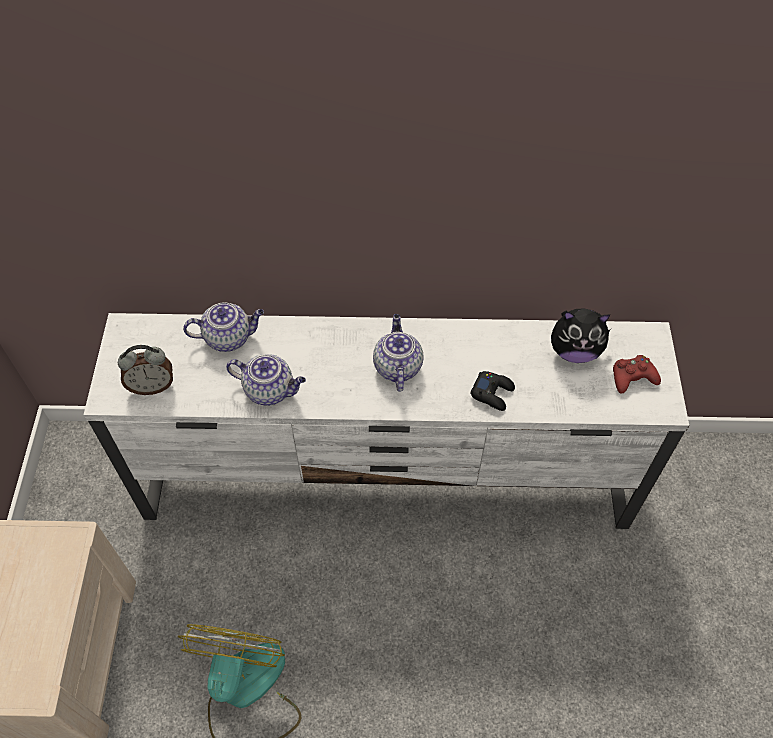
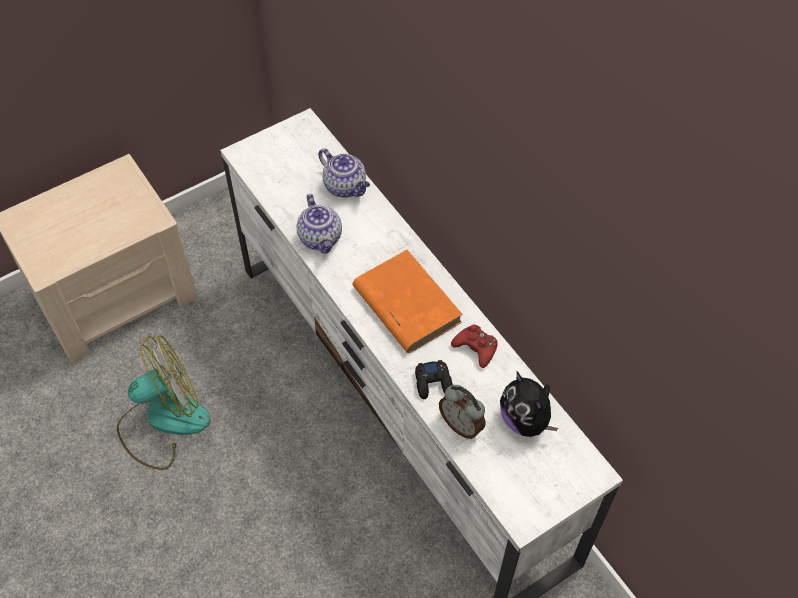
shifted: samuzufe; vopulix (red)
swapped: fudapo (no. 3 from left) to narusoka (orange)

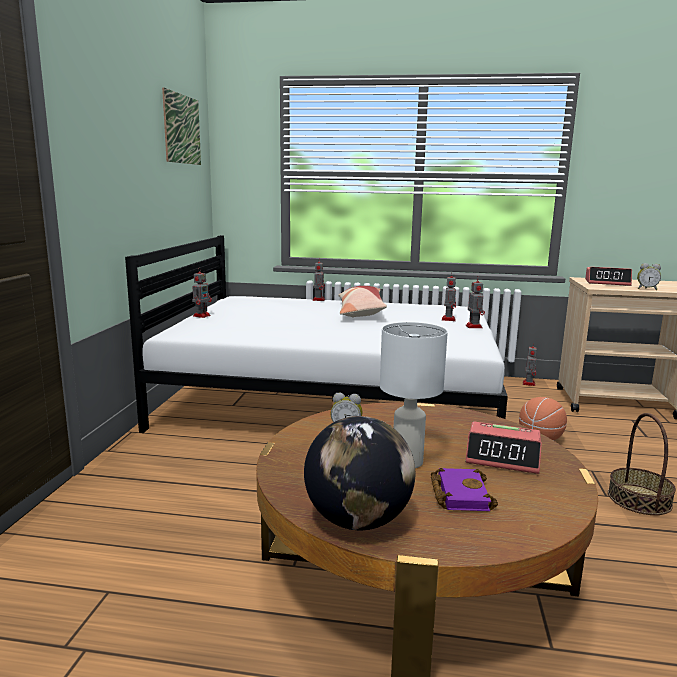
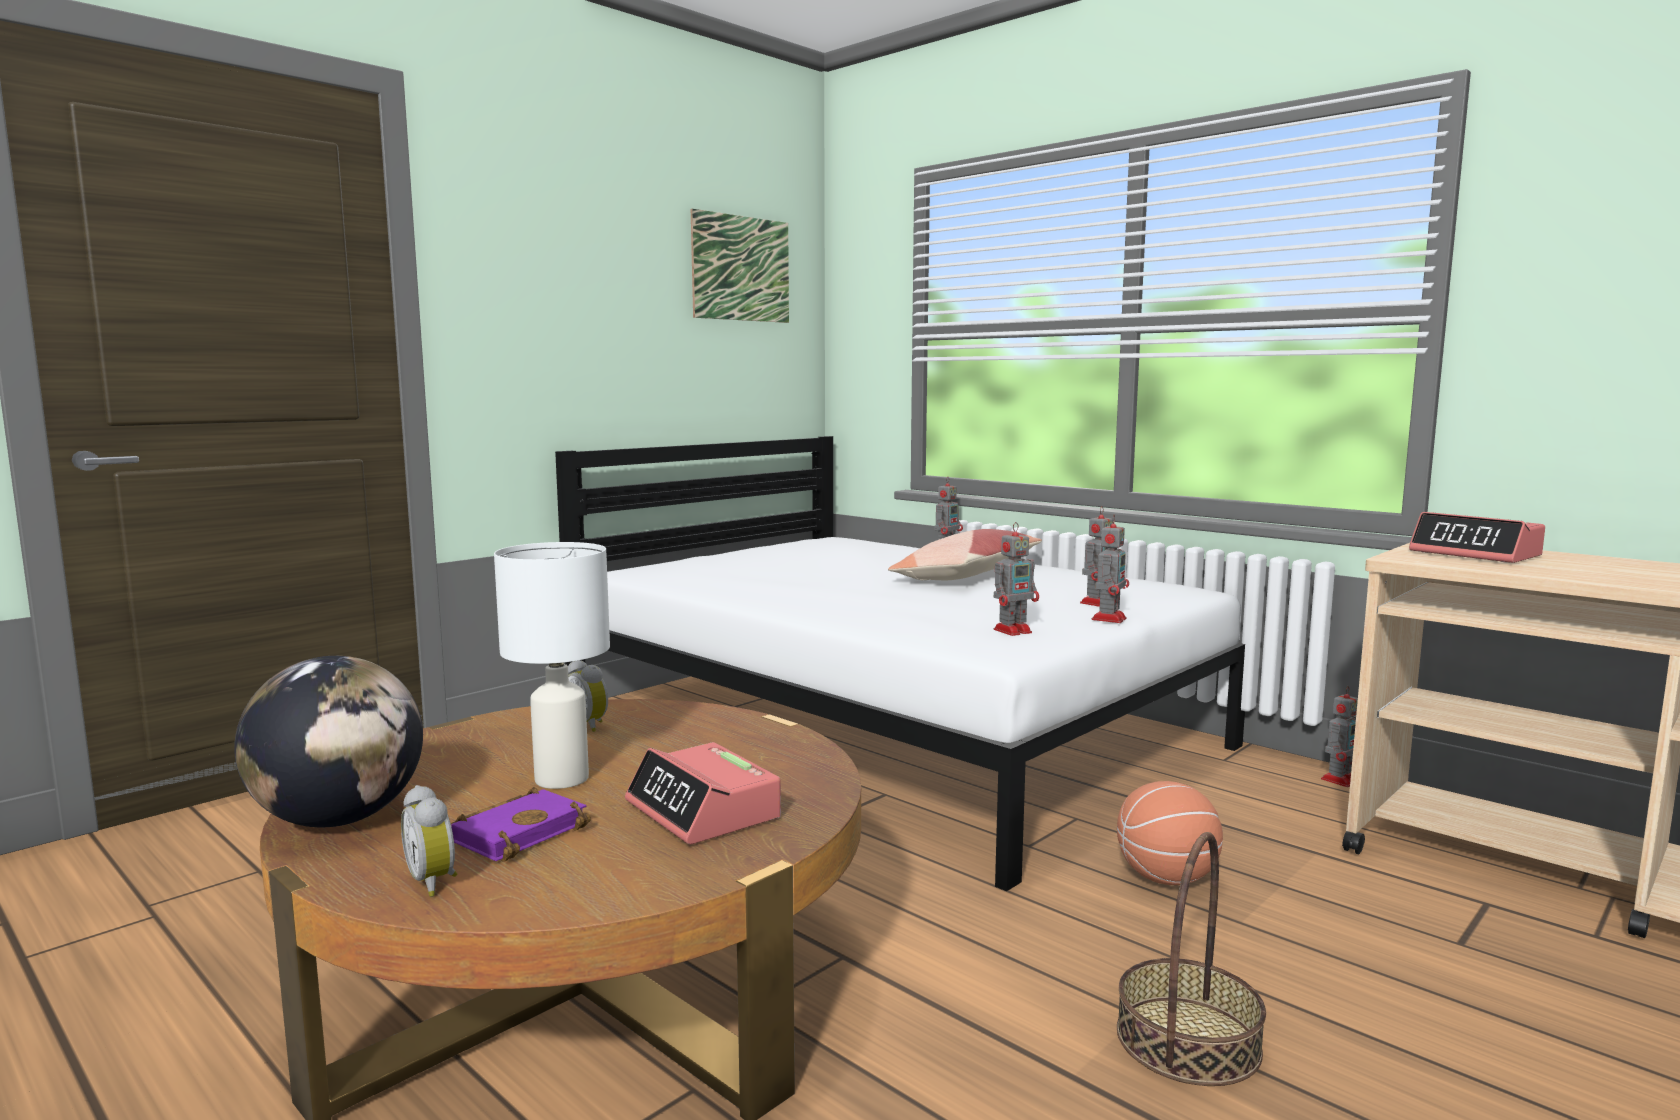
shifted: samuzufe (no. 4 from left in the first image) to samuzufe (no. 1 from left); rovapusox (no. 1 from left in the first image) to rovapusox (no. 2 from left)

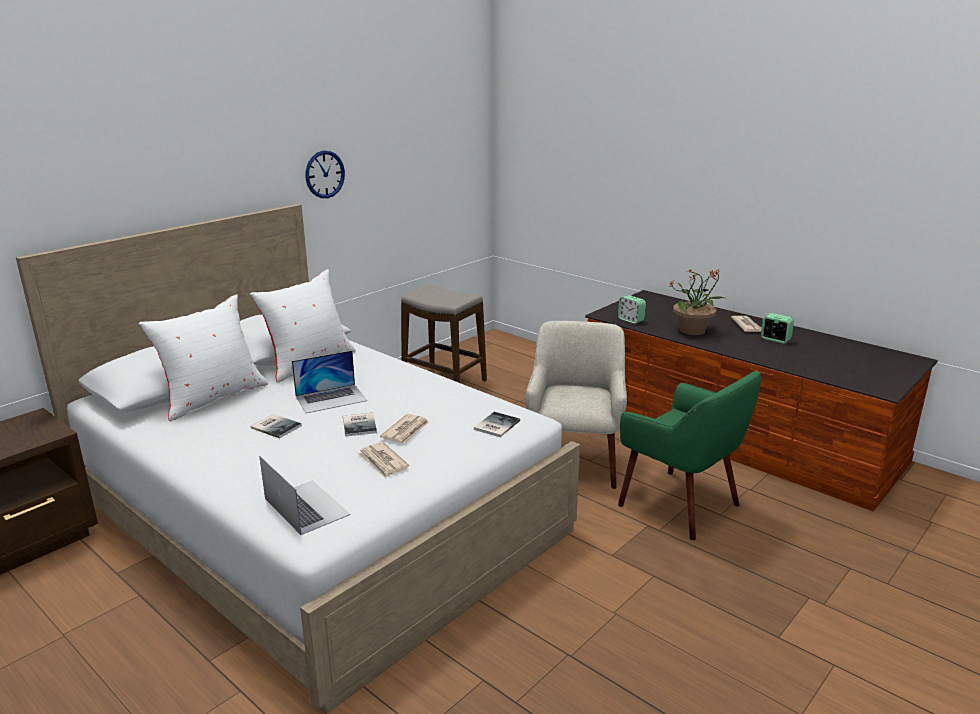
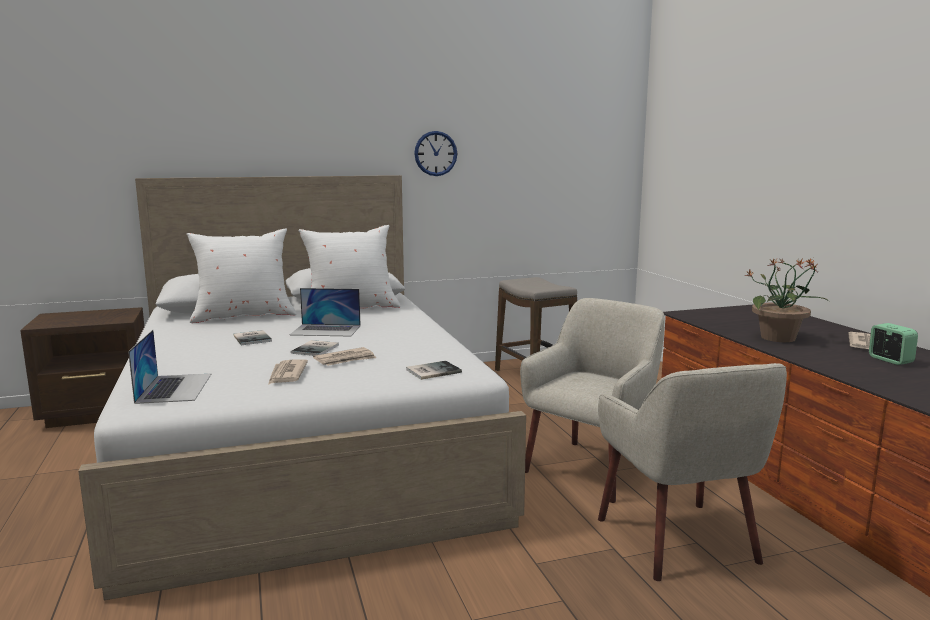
gone: samuzufe (no. 1 from left)
repainted: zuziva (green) to zuziva (beige) (no. 2 from left)

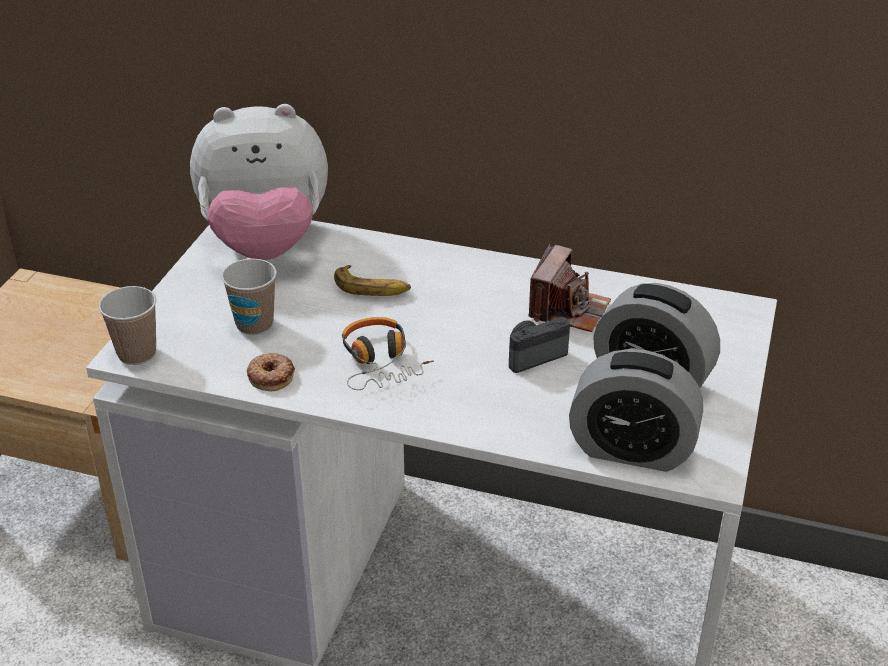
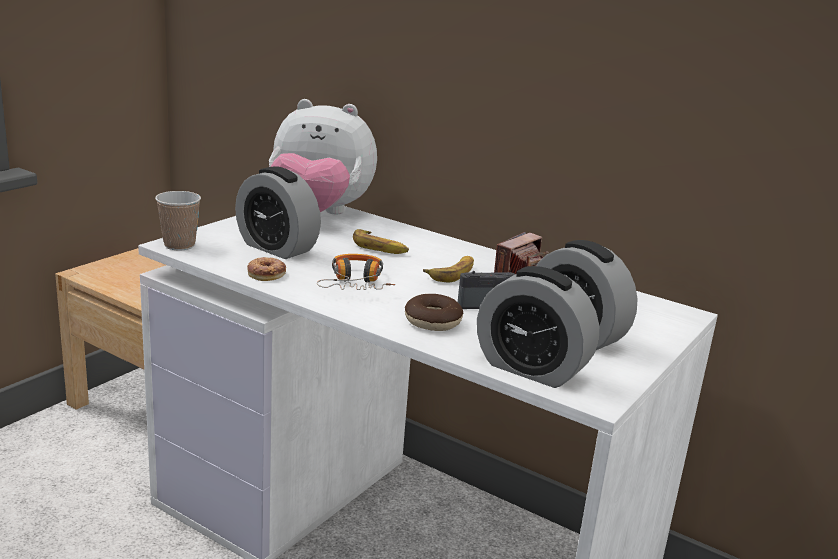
new: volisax (no. 2 from left); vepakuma (no. 2 from left)
swapped: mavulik (no. 2 from left) to samuzufe (no. 1 from left)

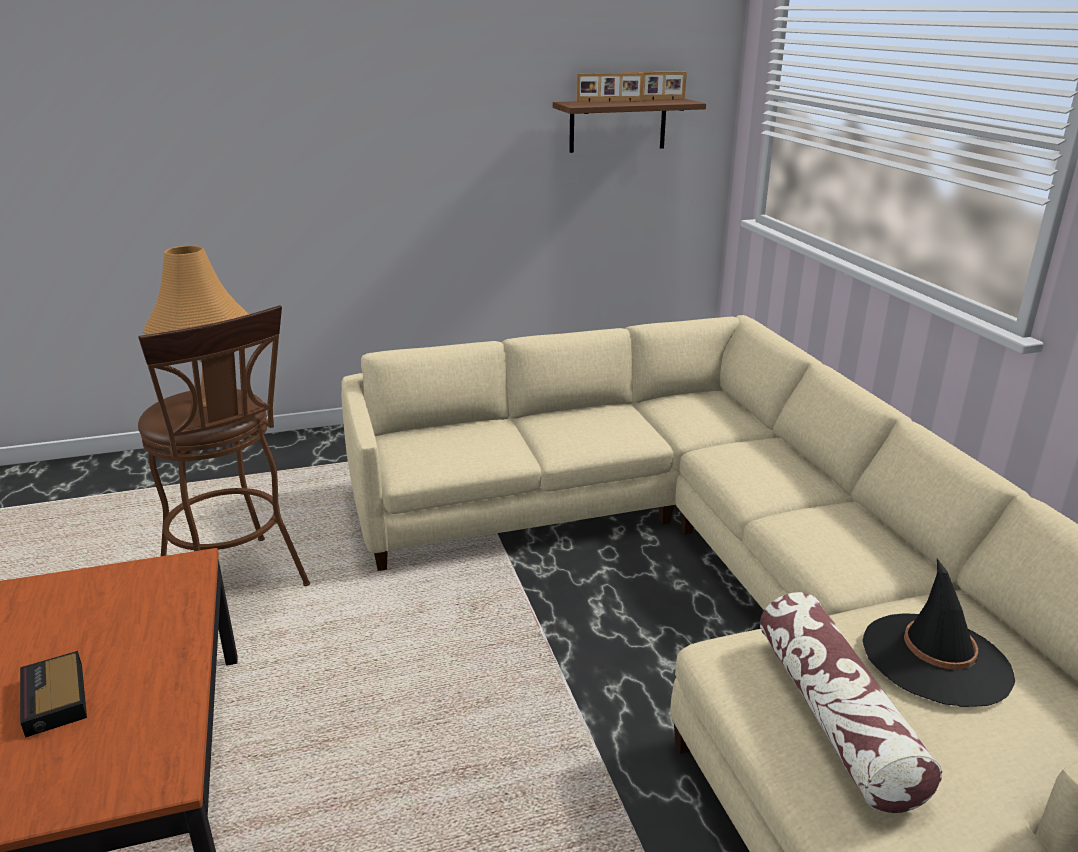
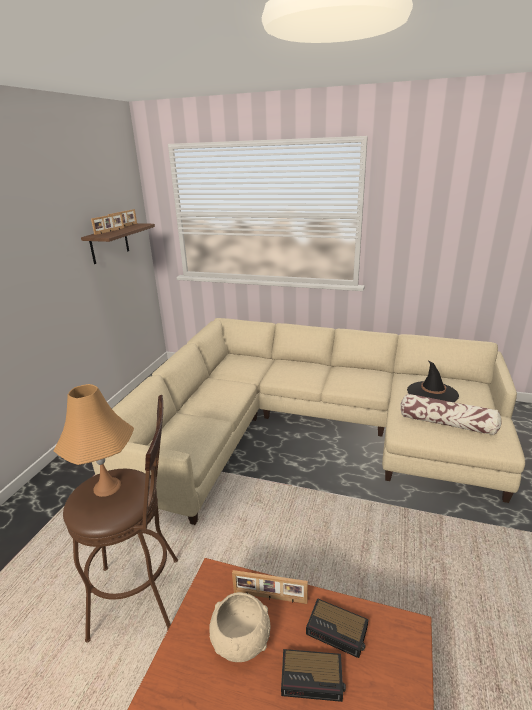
new: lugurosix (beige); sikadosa (no. 3 from left); samuzufe (no. 2 from left)

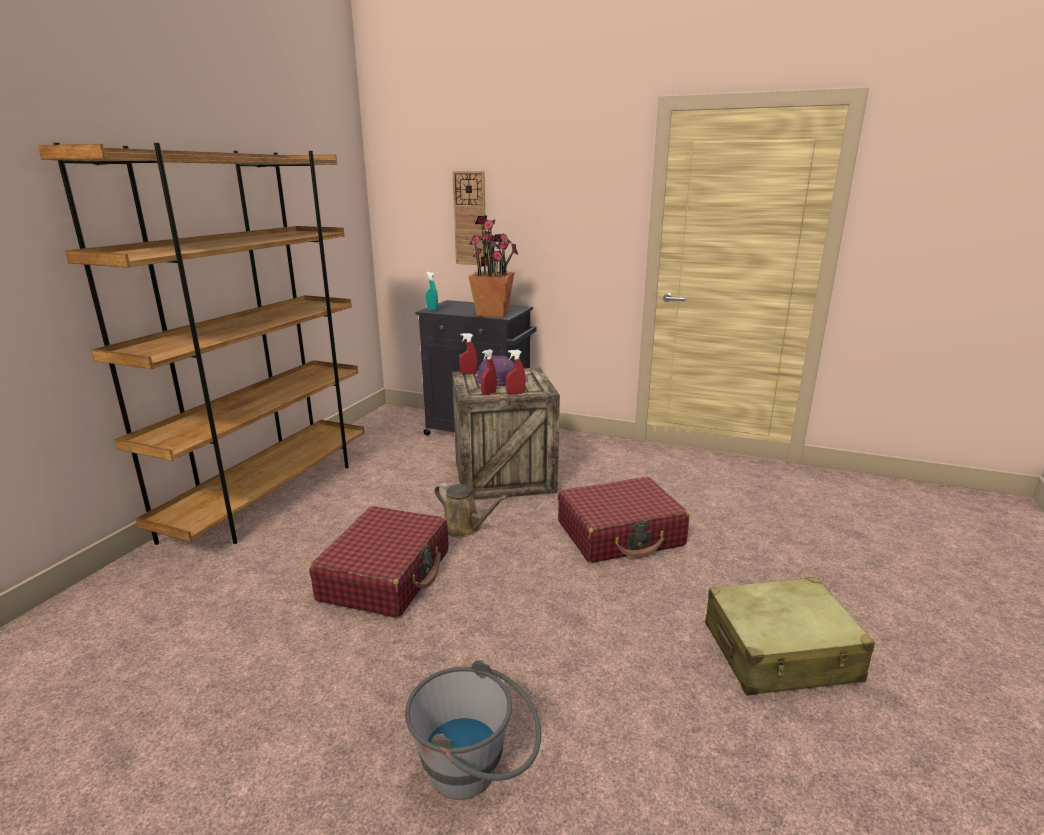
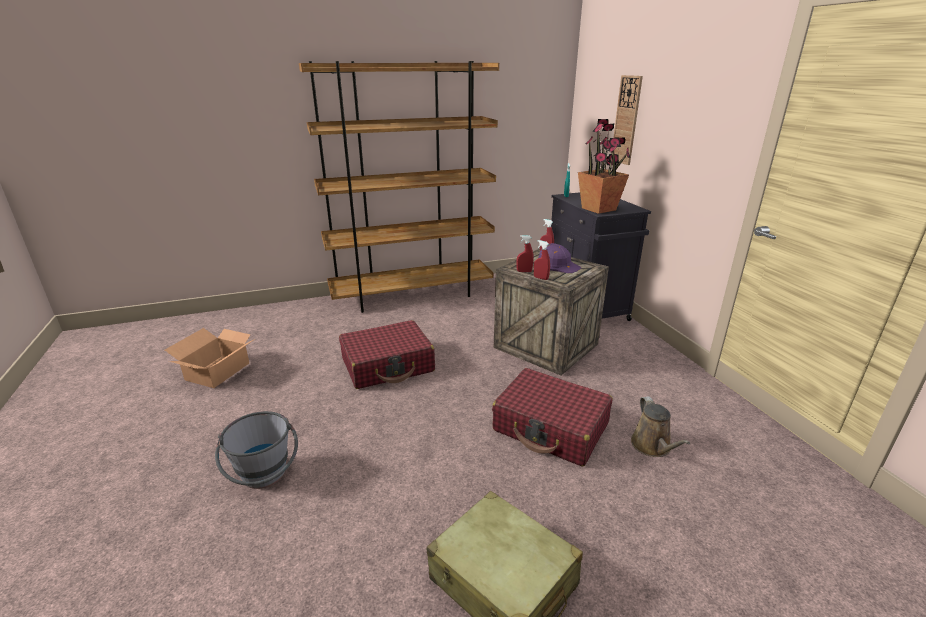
new: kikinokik
shifted: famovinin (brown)

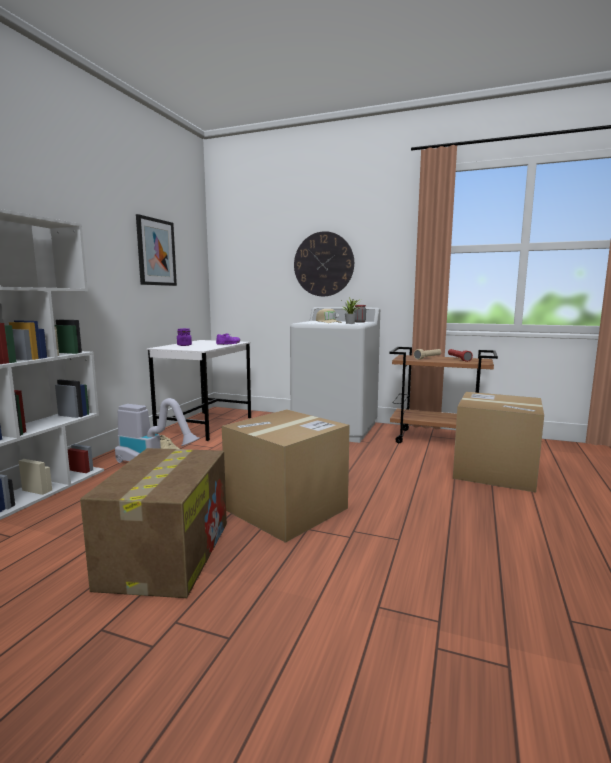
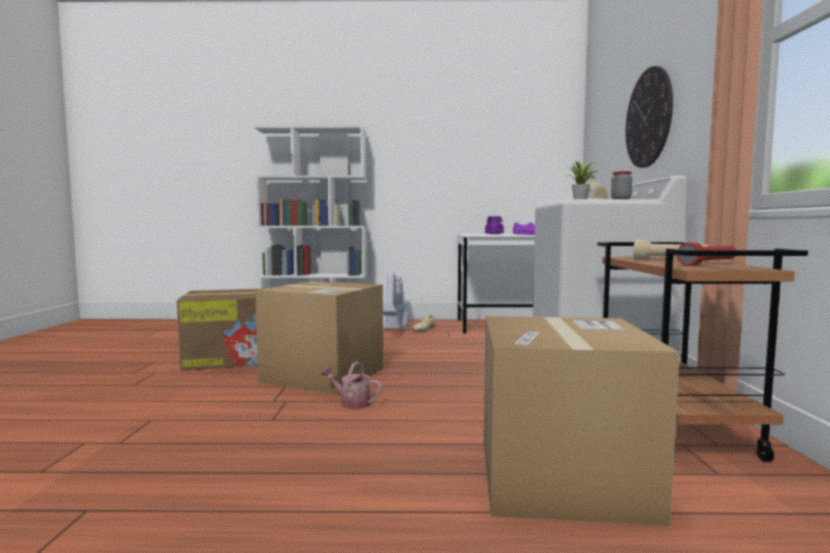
gone: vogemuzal
new: famovinin

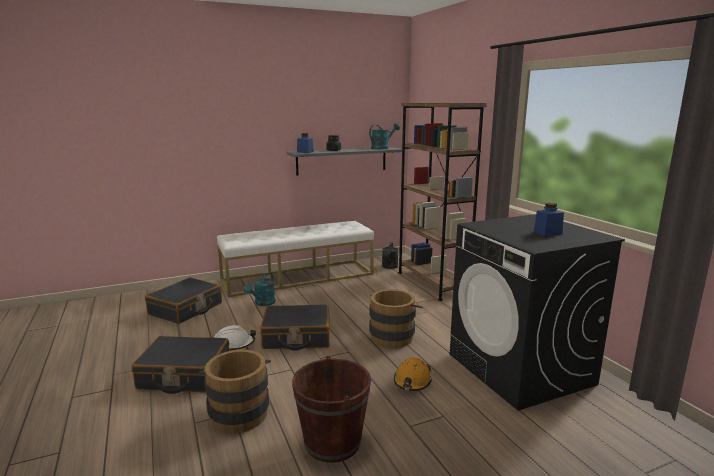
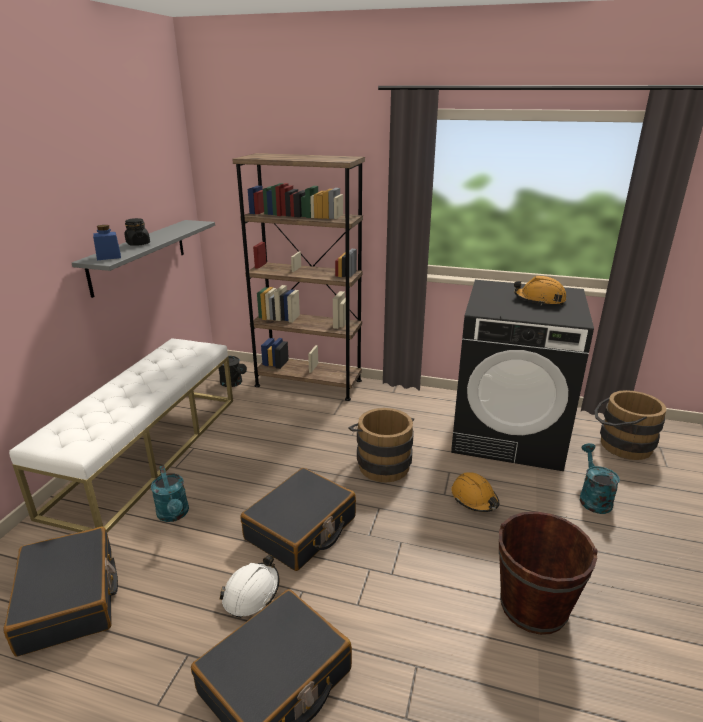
shifted: famovinin (turquoise) (no. 2 from left); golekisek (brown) (no. 1 from left in the first image) to golekisek (brown) (no. 3 from left)
swapped: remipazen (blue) (no. 2 from left) to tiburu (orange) (no. 2 from left)

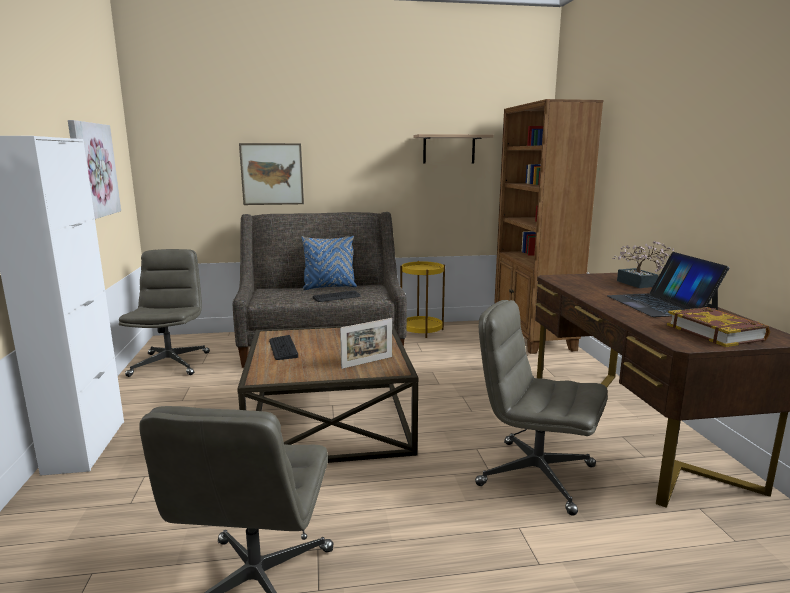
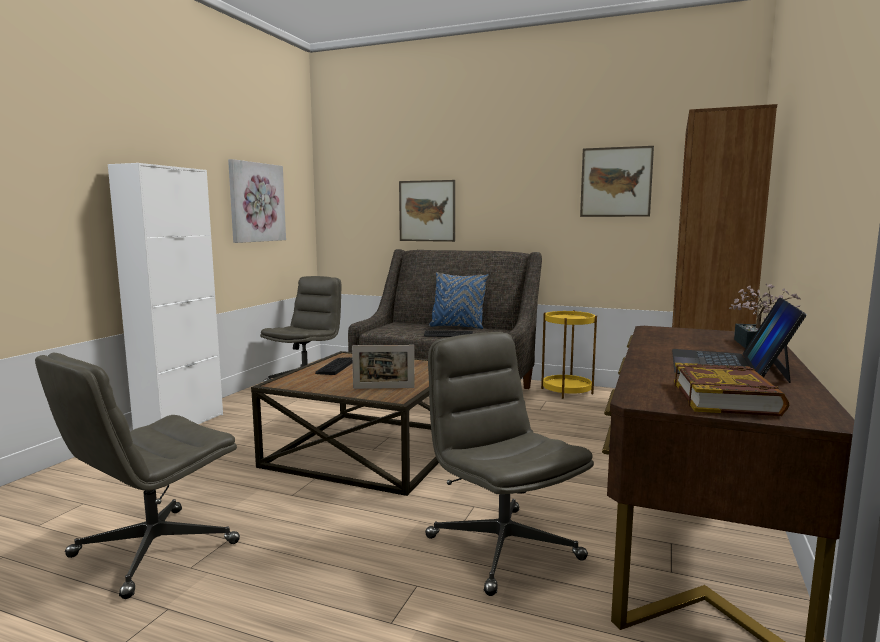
swapped: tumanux to vogemuzal (no. 3 from left)

